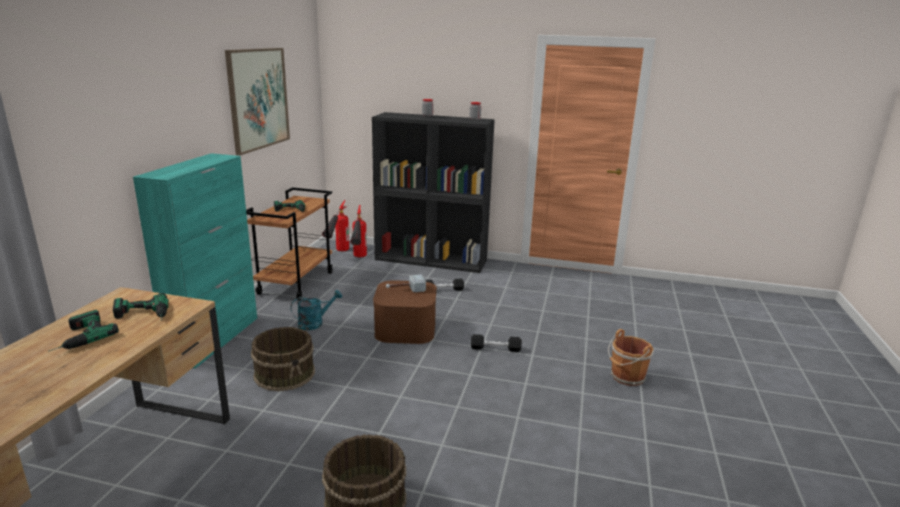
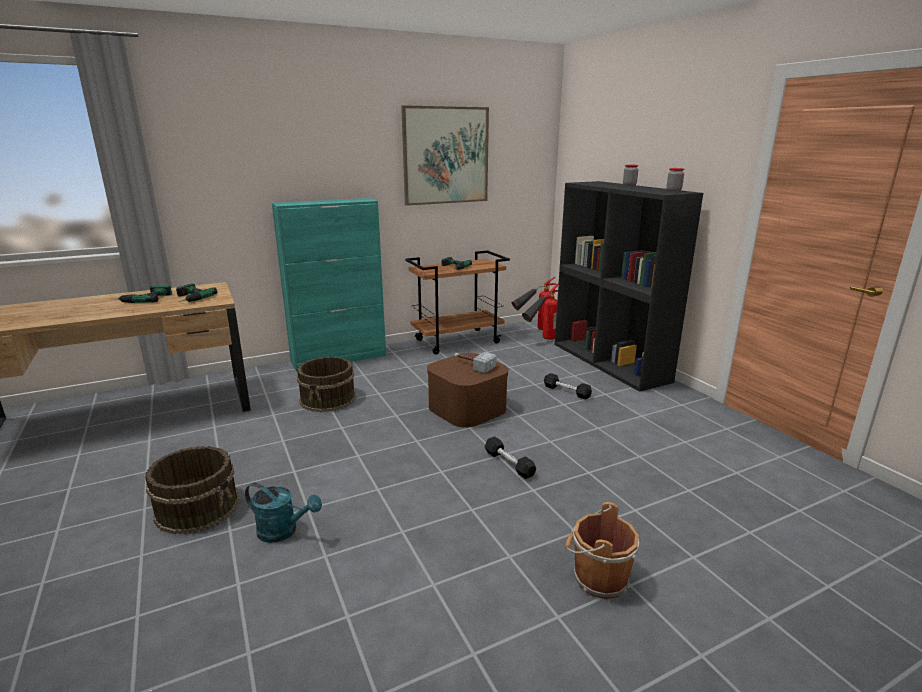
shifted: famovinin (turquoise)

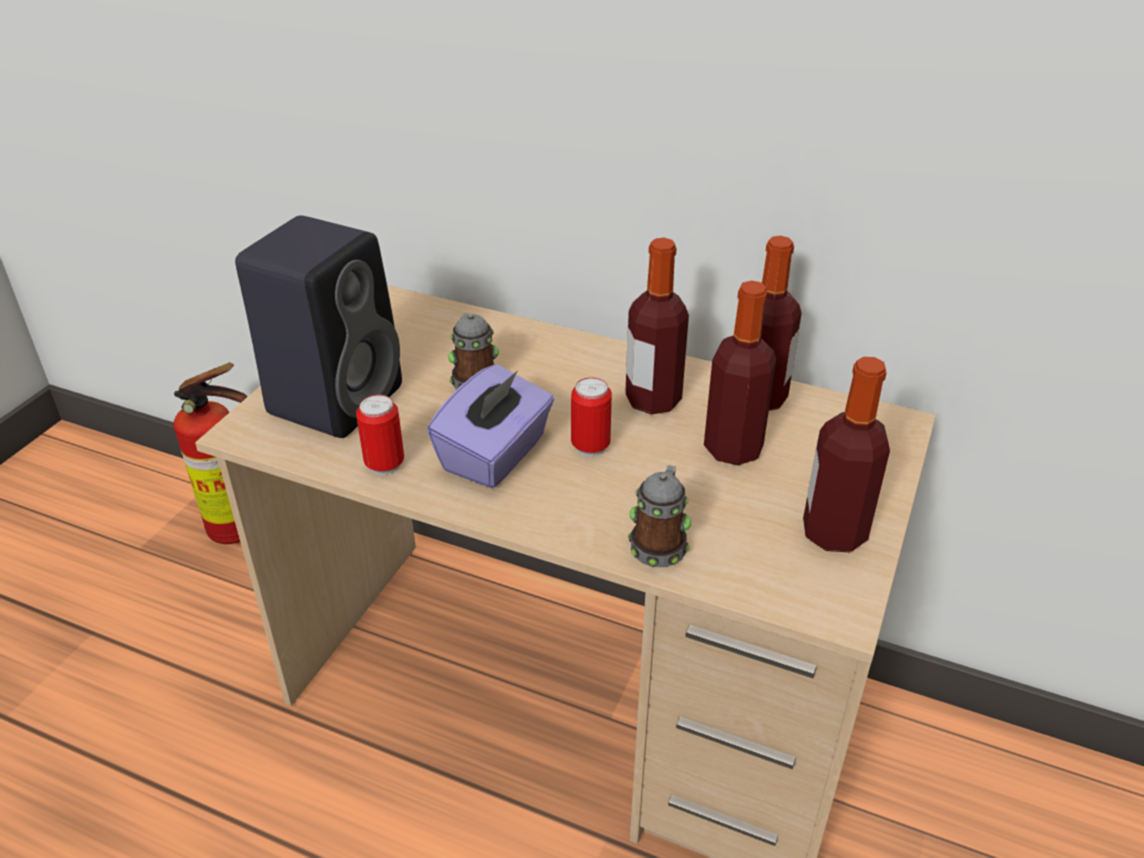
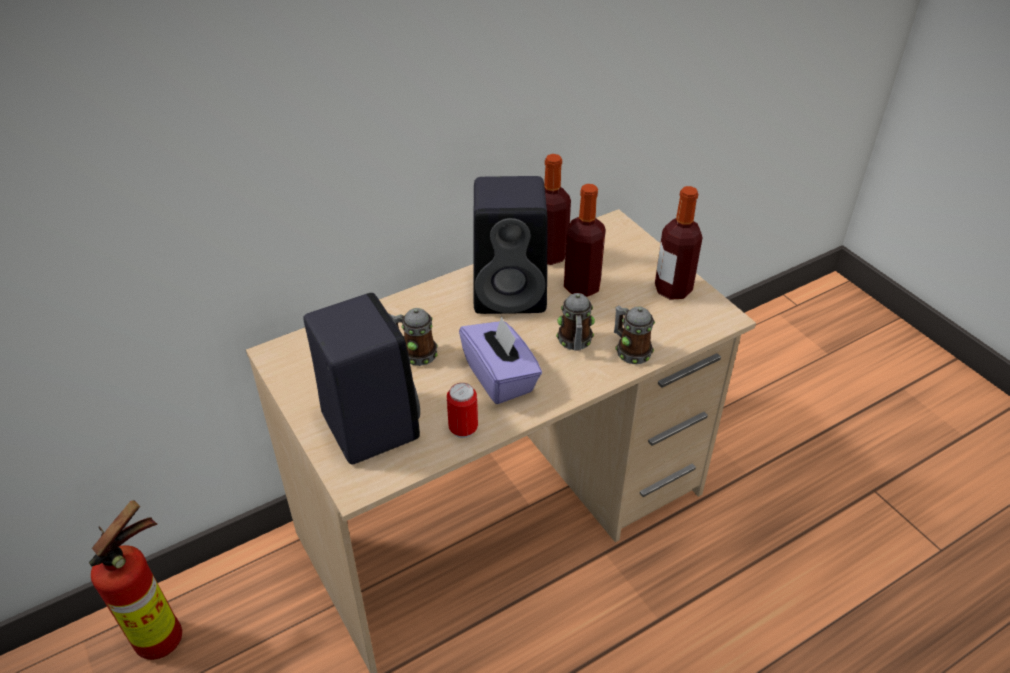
gone: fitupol (no. 2 from left)
new: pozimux (no. 2 from left)
swapped: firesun (no. 1 from left) to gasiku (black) (no. 2 from left)

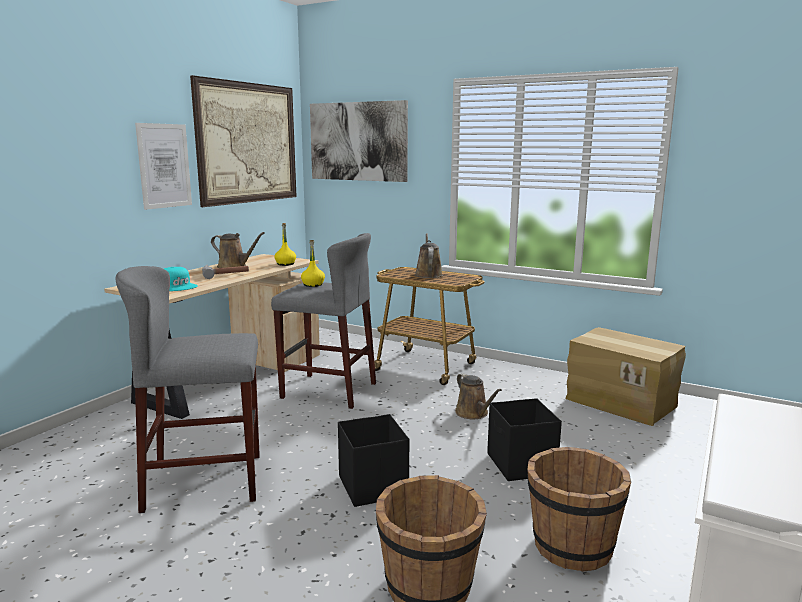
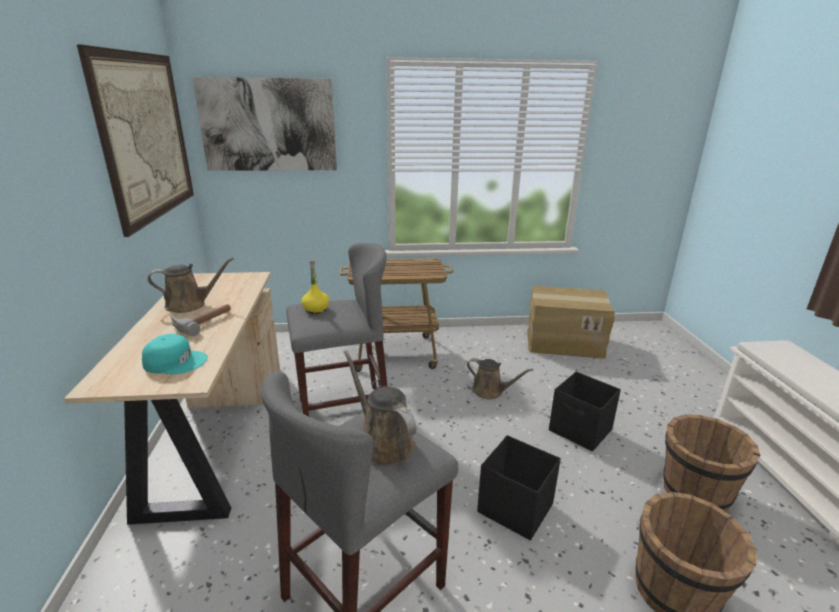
gone: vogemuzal (no. 1 from left); firesun (yellow) (no. 1 from left)
shifted: famovinin (brown) (no. 2 from left)

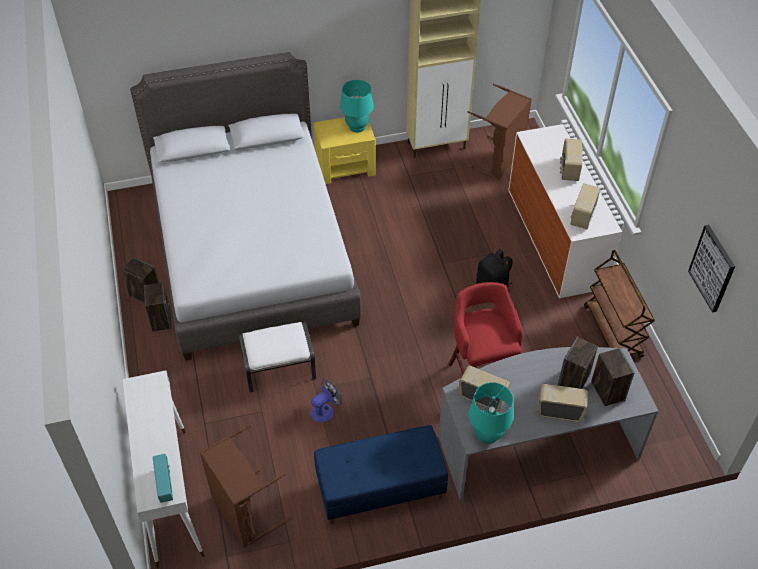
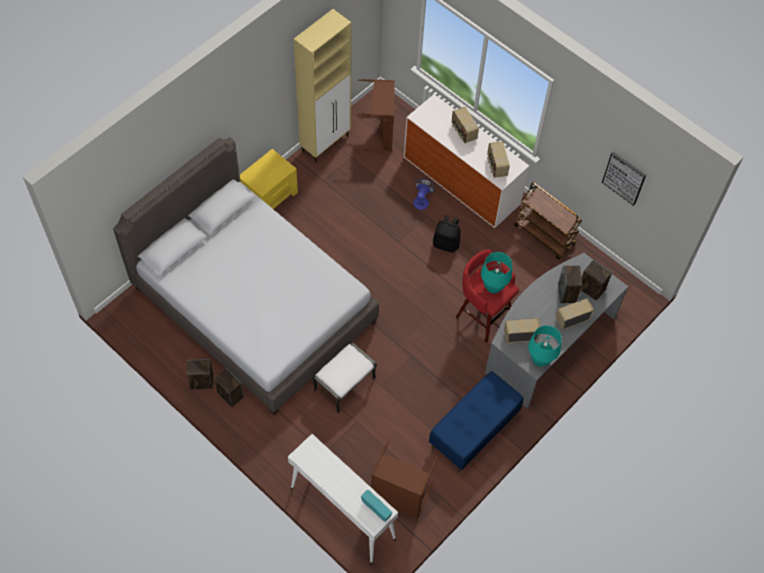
shifted: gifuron; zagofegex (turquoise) (no. 1 from left)

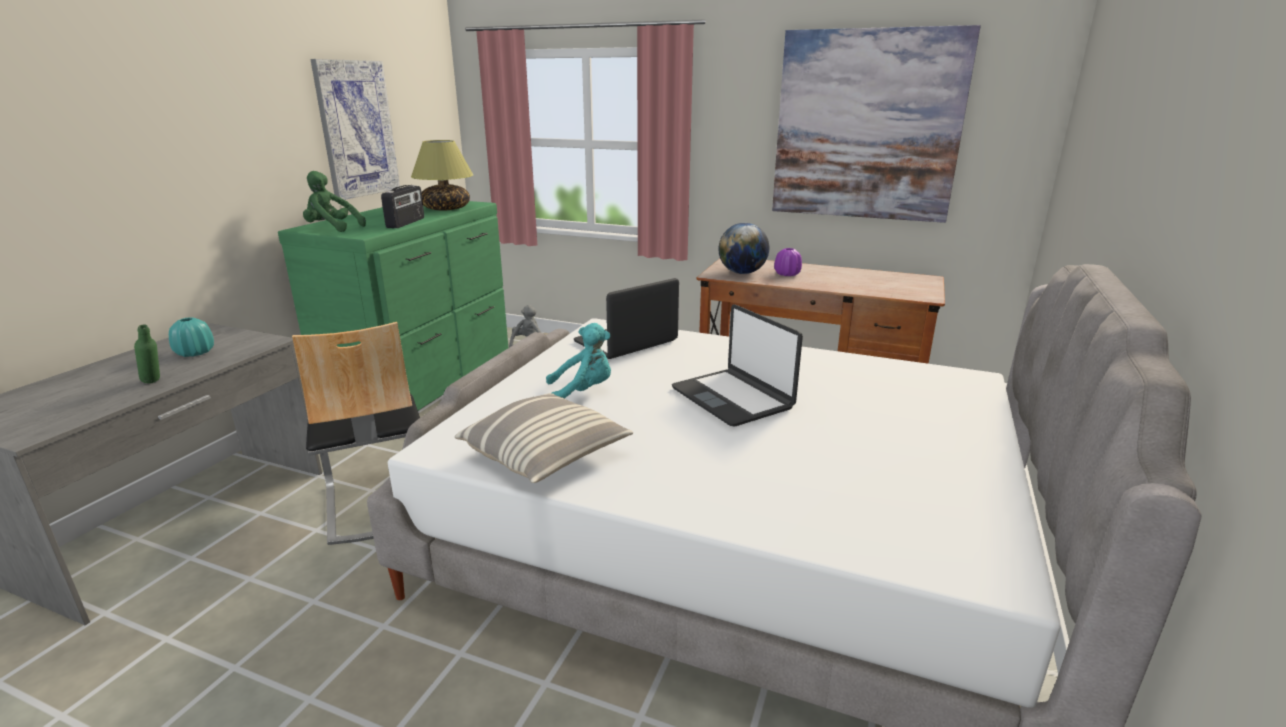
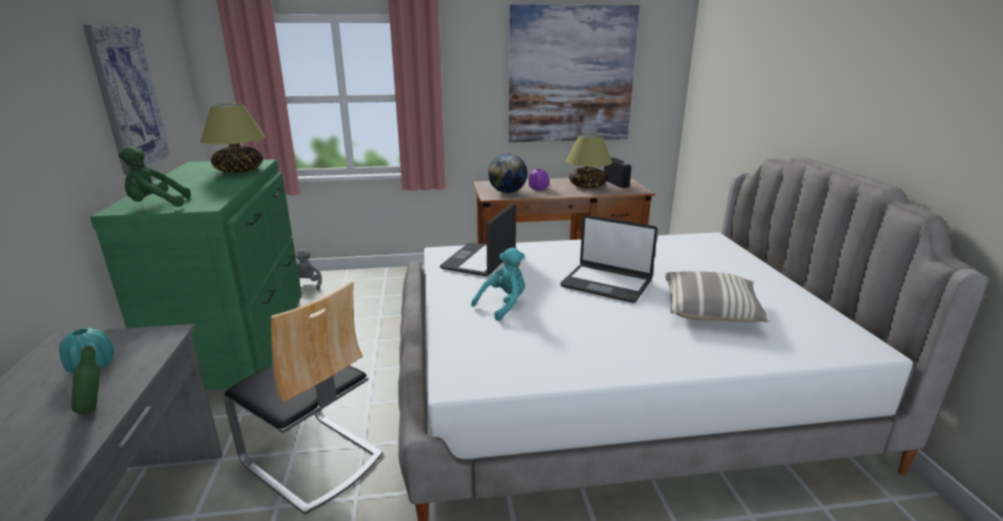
new: zagofegex (no. 2 from left)
shifted: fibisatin; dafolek

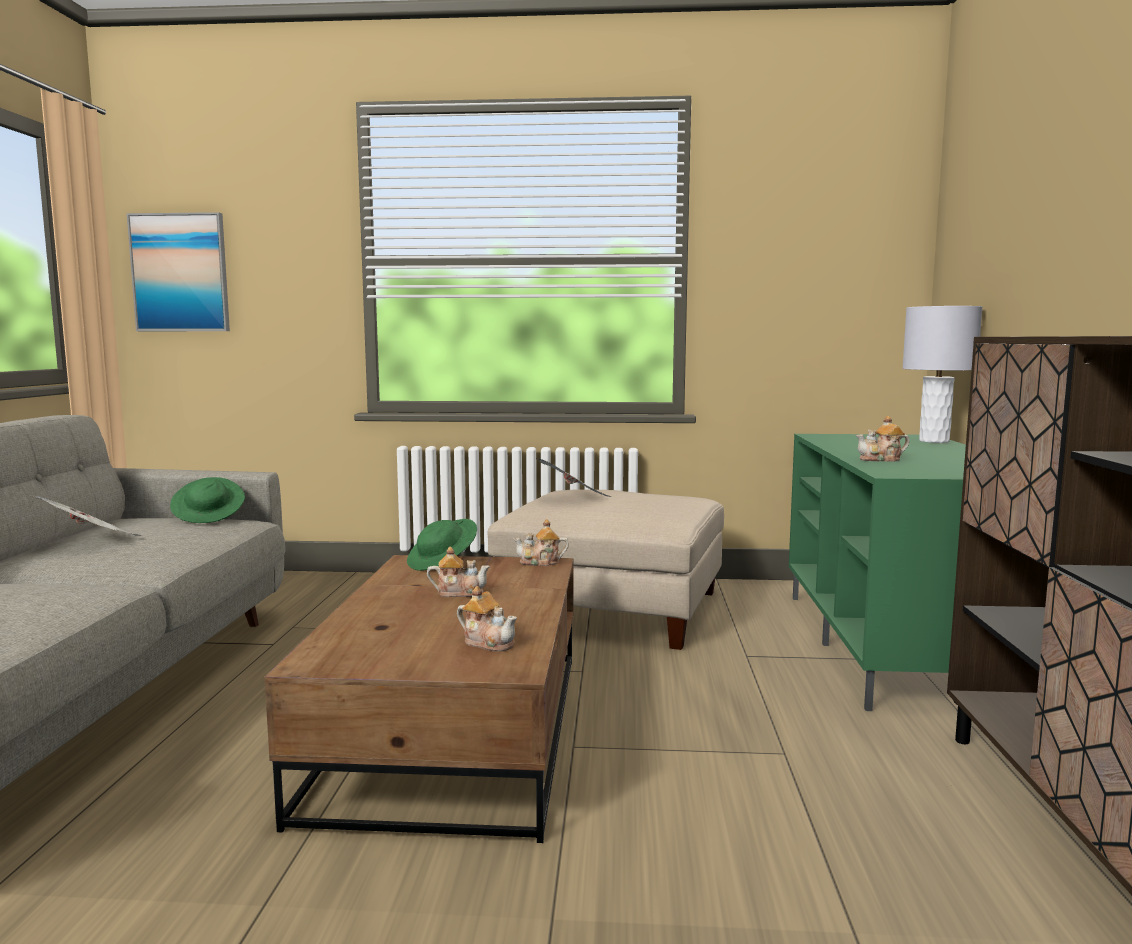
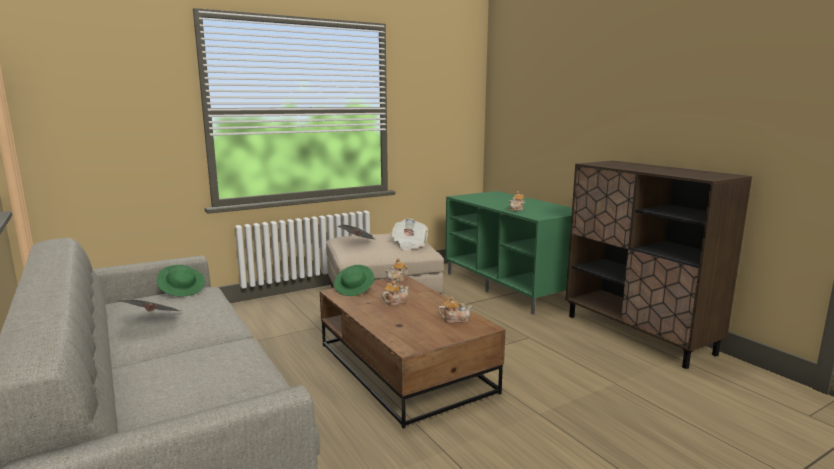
gone: vogemuzal; zagofegex (grey)
new: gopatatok (no. 3 from left)

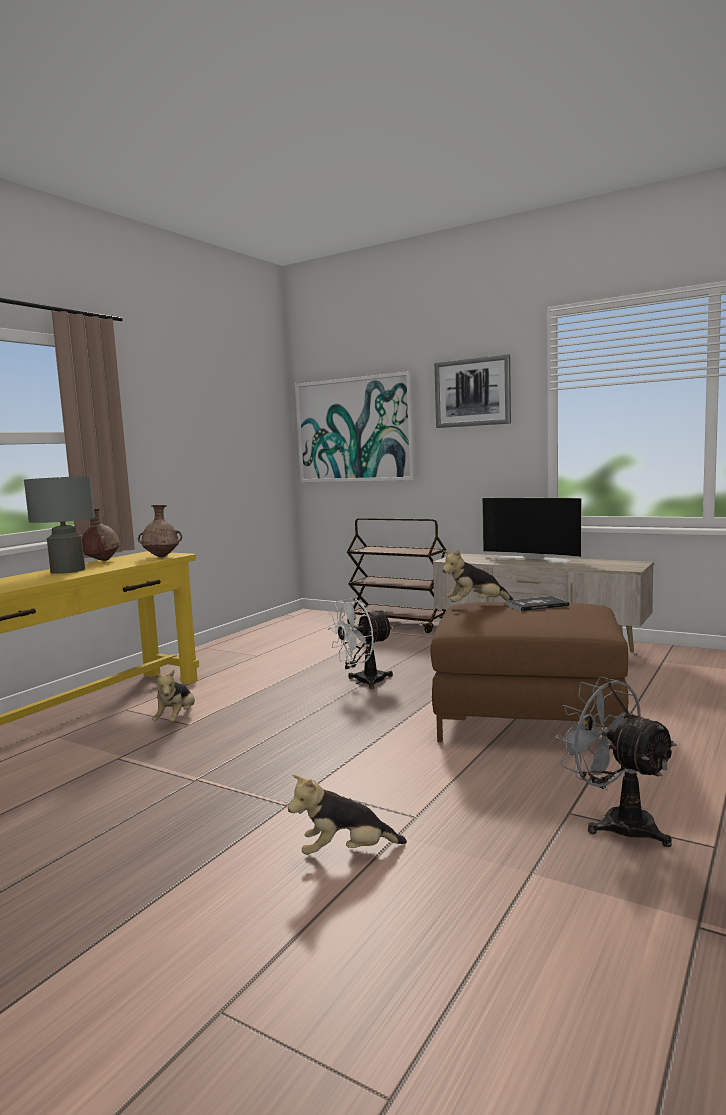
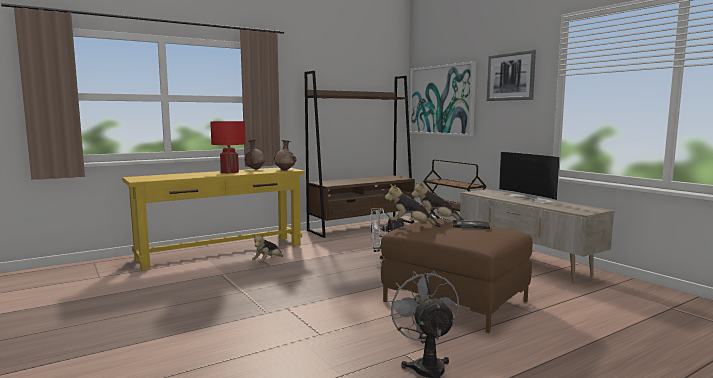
new: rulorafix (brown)
shifted: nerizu (no. 2 from left)
repainted: zagofegex (grey) to zagofegex (red)

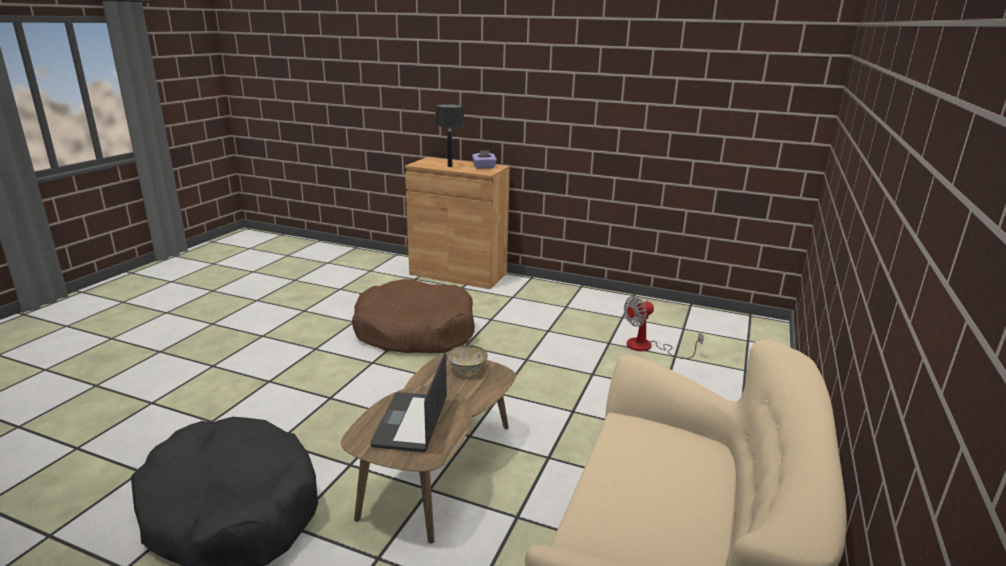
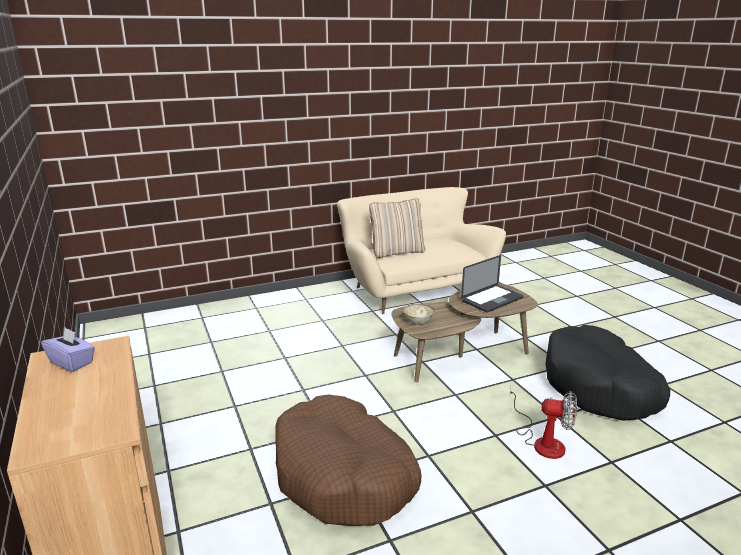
gone: zagofegex (black)
new: dafolek (beige)
shifted: gifuron

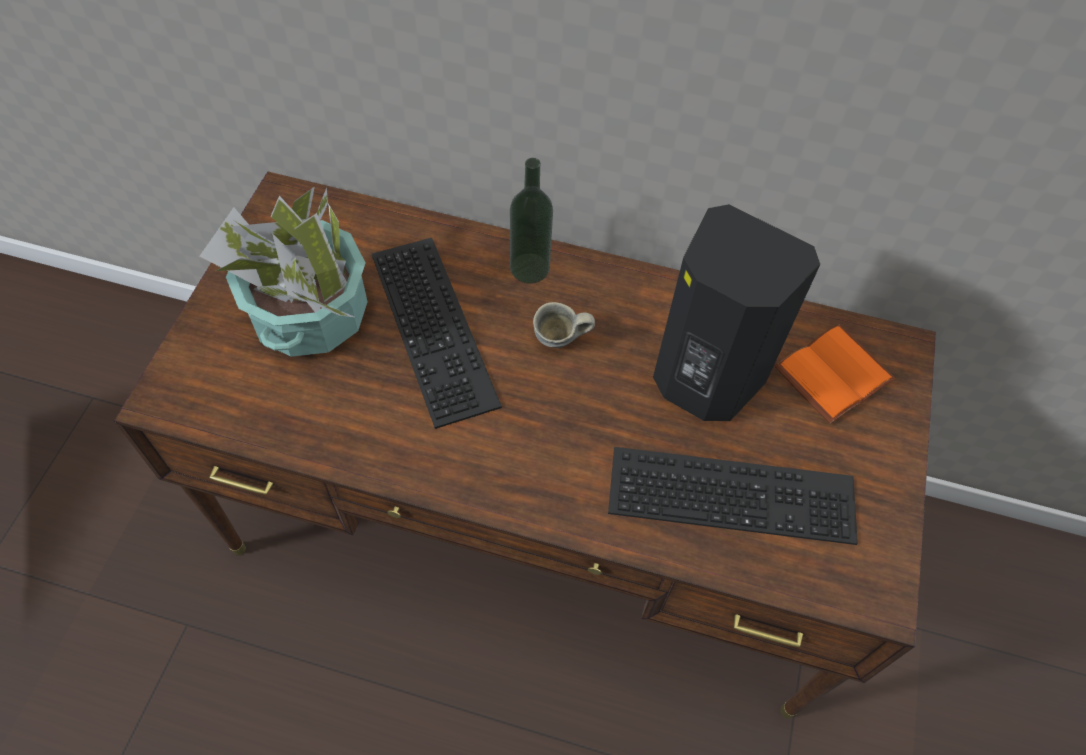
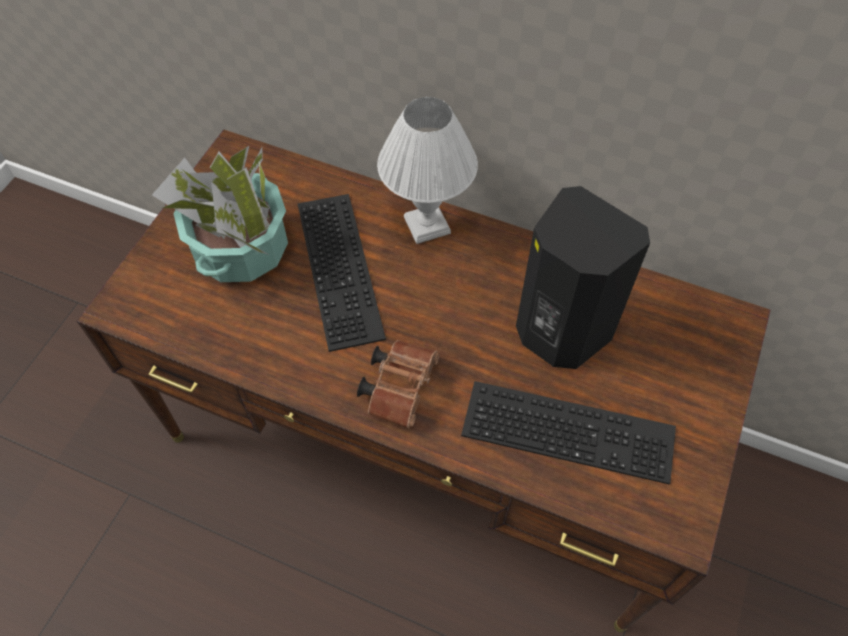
gone: pozimux (grey); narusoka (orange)
new: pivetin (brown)
swapped: firesun to zagofegex (white)

